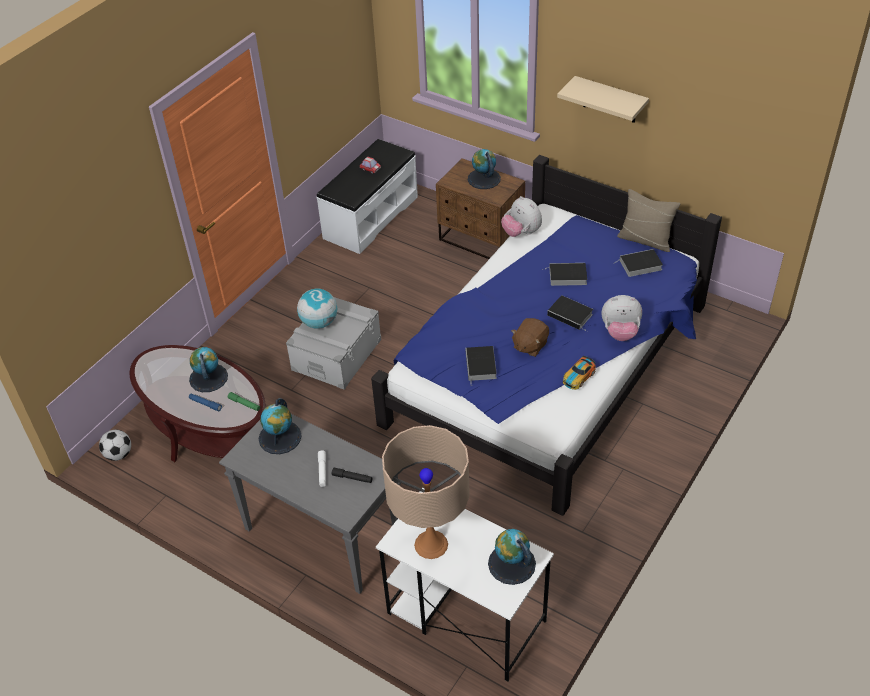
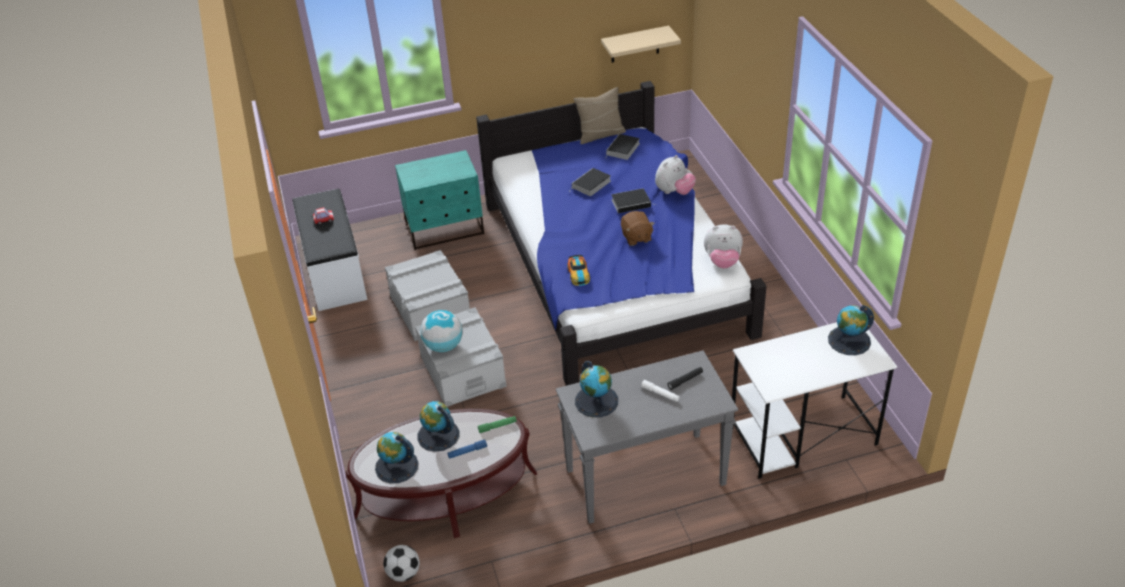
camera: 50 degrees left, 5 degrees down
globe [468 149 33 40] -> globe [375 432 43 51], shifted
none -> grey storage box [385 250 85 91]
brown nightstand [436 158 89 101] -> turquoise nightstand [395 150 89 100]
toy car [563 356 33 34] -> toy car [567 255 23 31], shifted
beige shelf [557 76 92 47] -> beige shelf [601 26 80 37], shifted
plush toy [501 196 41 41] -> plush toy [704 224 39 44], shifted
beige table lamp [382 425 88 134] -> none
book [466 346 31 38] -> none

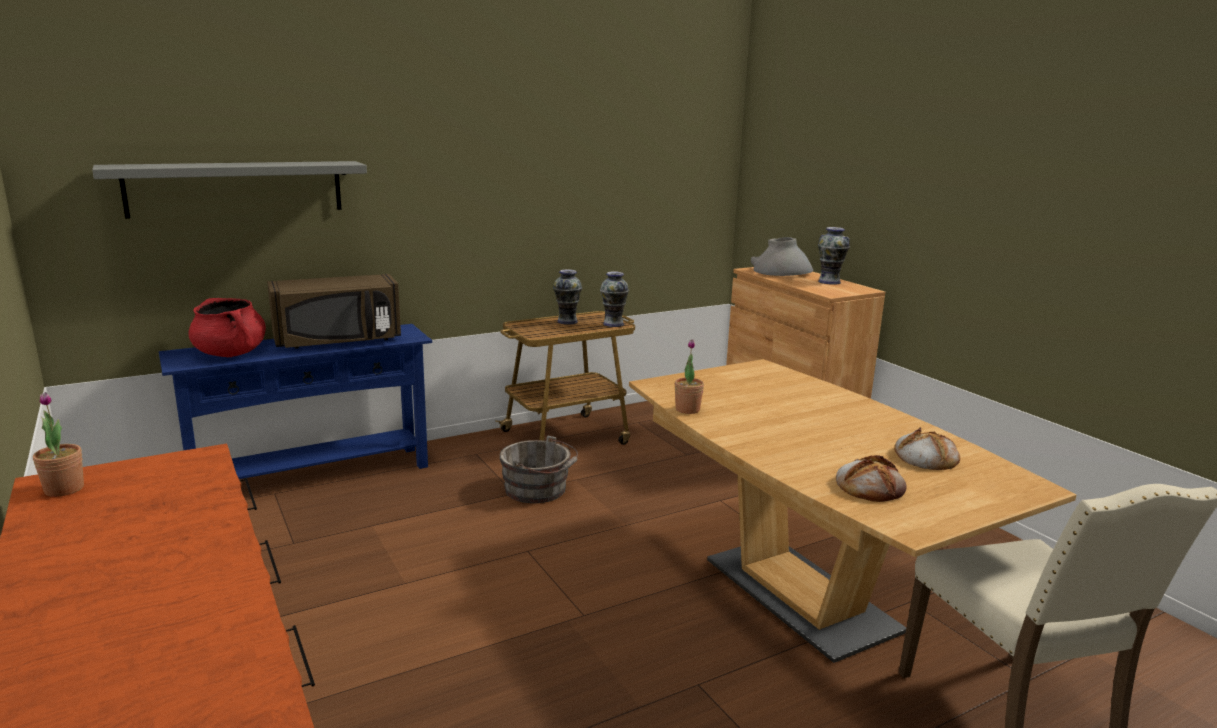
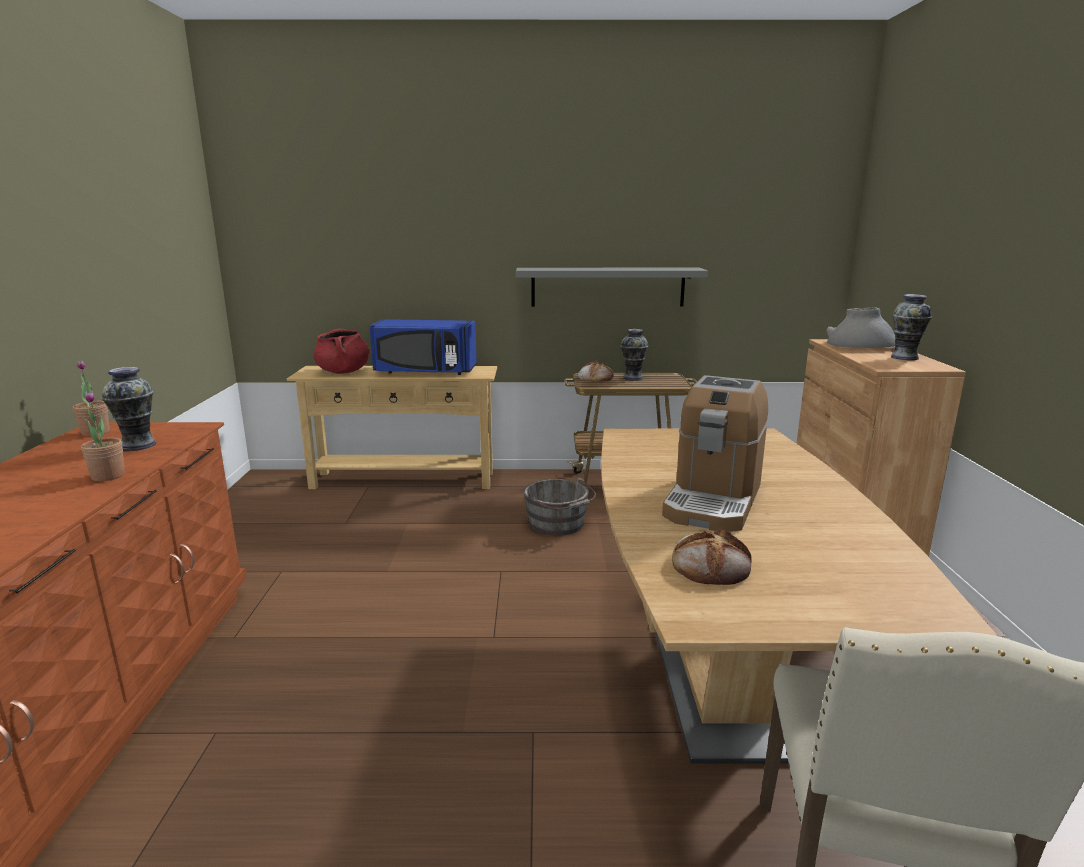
camera: 30 degrees right, 0 degrees up
potted plant [675 339 29 75] -> potted plant [81 391 44 90], shifted
vase [600 271 29 56] -> vase [102 367 54 84], shifted
blue console table [159 324 273 155] -> beige console table [286 366 211 123]
brown microwave [267 274 134 75] -> blue microwave [370 319 107 56]
grey shelf [92 161 275 58] -> grey shelf [516 268 192 39], shifted
bread [894 427 66 43] -> bread [578 360 36 22], shifted
none -> coffee machine [662 375 106 157]

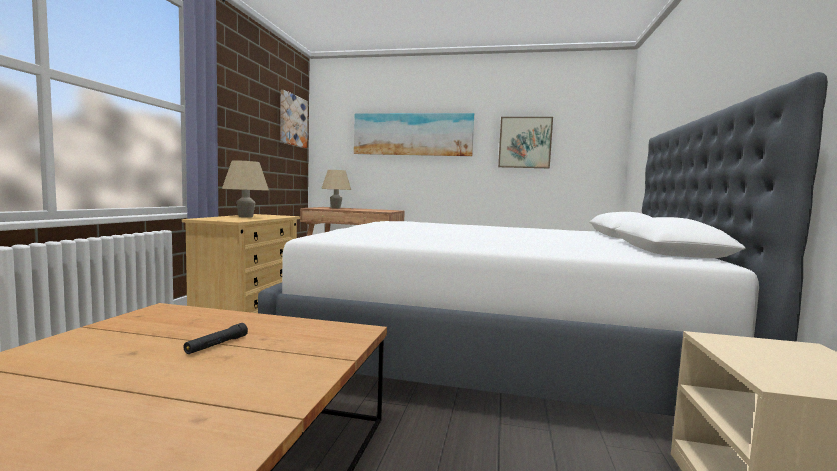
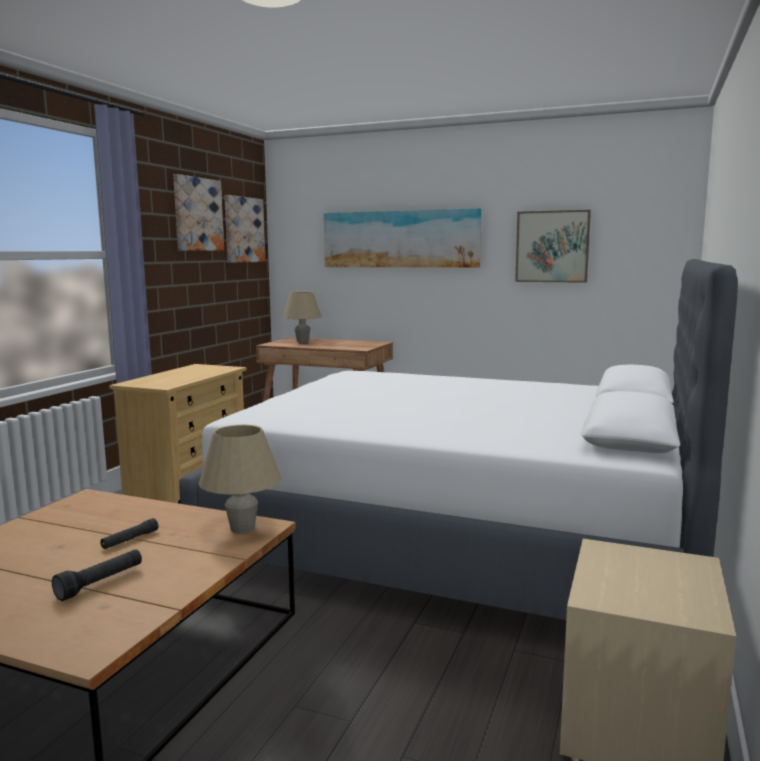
camera: 10 degrees right, 5 degrees up
none -> black flashlight [52 549 90 52]
none -> picture [173 174 51 77]
beige table lamp [222 160 47 58] -> beige table lamp [199 425 82 108], shifted

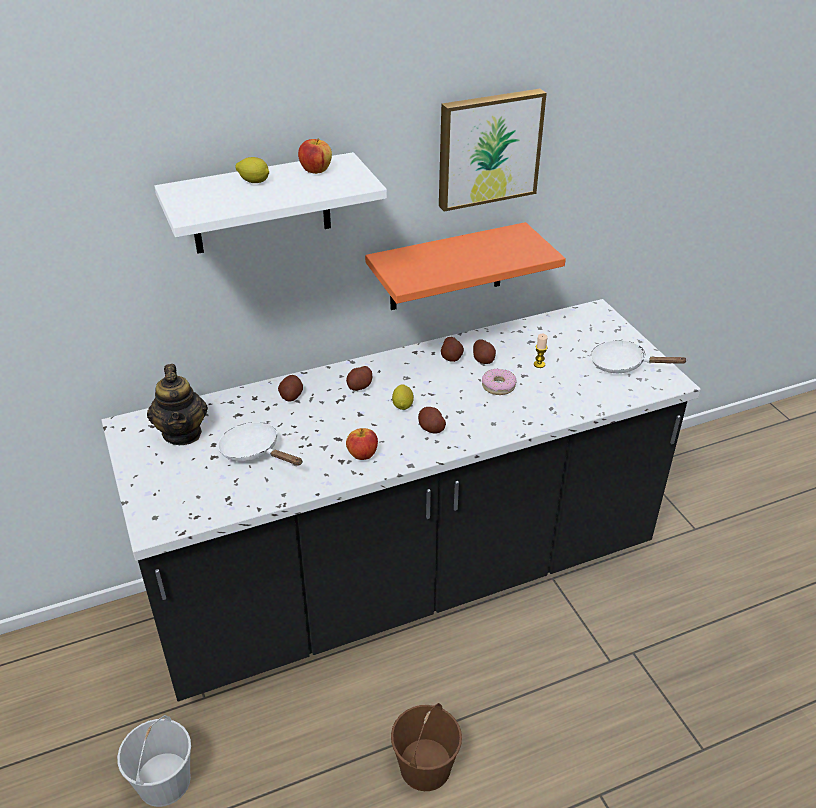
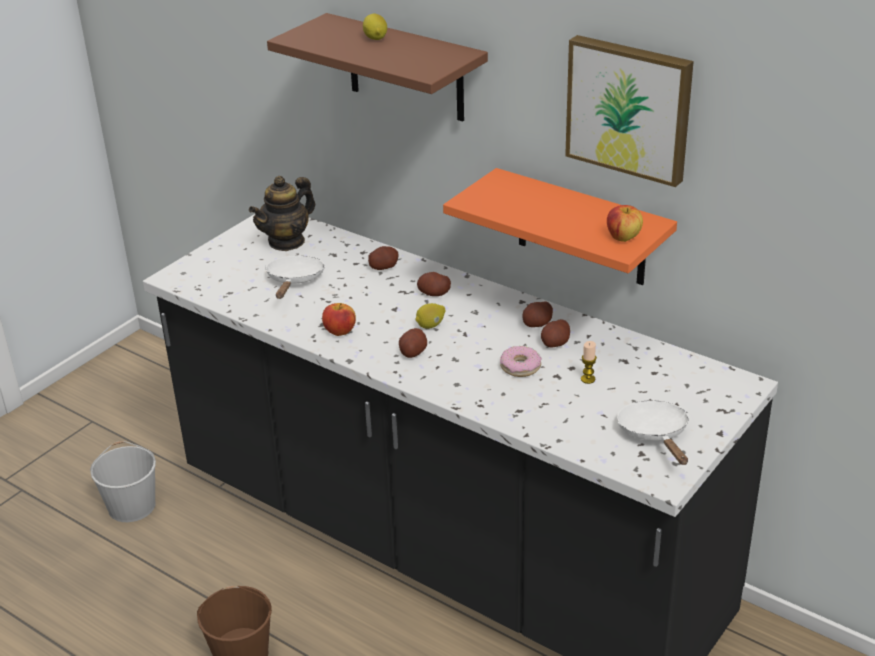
camera: 60 degrees right, 5 degrees down
white shelf [154 152 233 102] -> brown shelf [267 13 221 109]
apple [298 139 34 35] -> apple [607 205 36 37], shifted

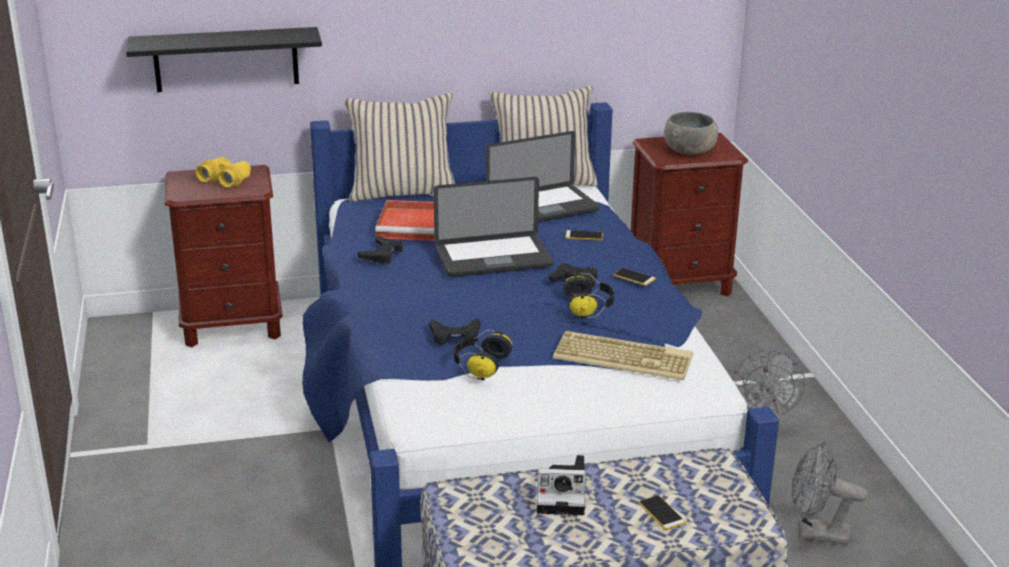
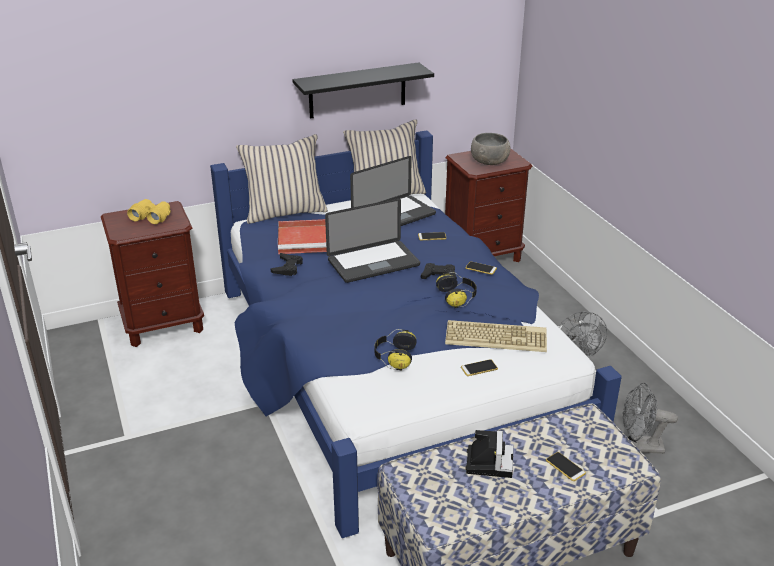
camera: 10 degrees left, 5 degrees up
black shelf [126 27 196 65] -> black shelf [292 62 142 57], shifted
none -> phone [461 359 37 17]
photo camera [537 455 49 60] -> photo camera [465 430 48 48], 75 degrees counterclockwise
black game controller [429 318 51 27] -> none

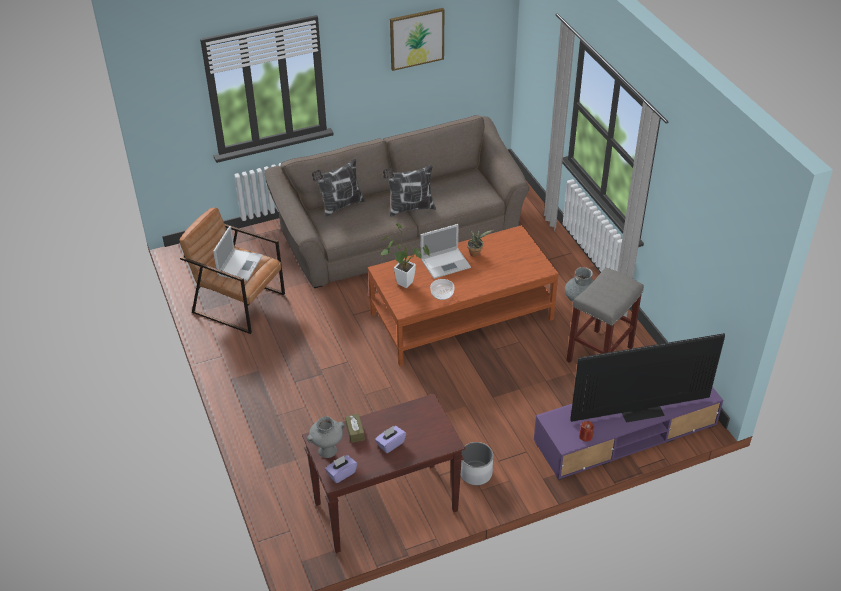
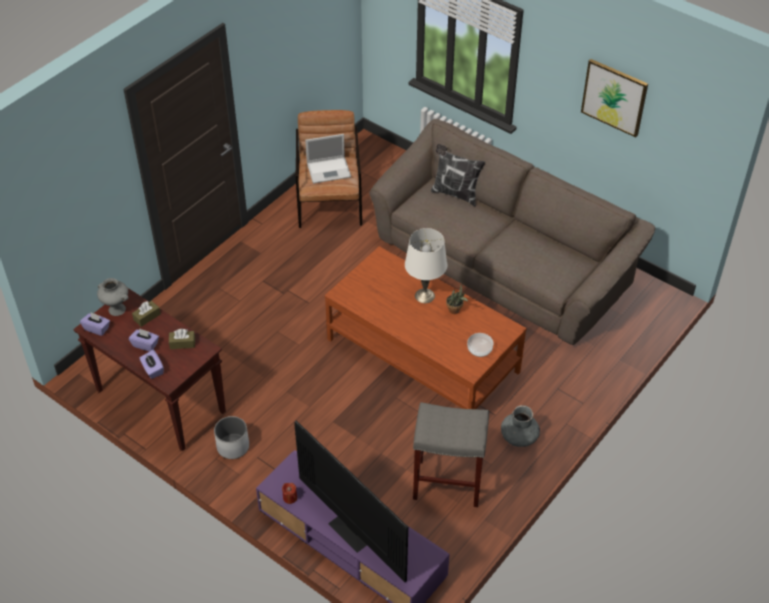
camera: 60 degrees right, 5 degrees up
none -> purple tissue box [140 350 24 29]
none -> brown tissue box [169 329 26 20]
laptop [421 224 50 55] -> white table lamp [405 228 42 75]
bowl [430 279 24 21] -> bowl [467 333 27 24], shifted
potted plant [380 223 50 65] -> none
pillow [383 165 53 52] -> none

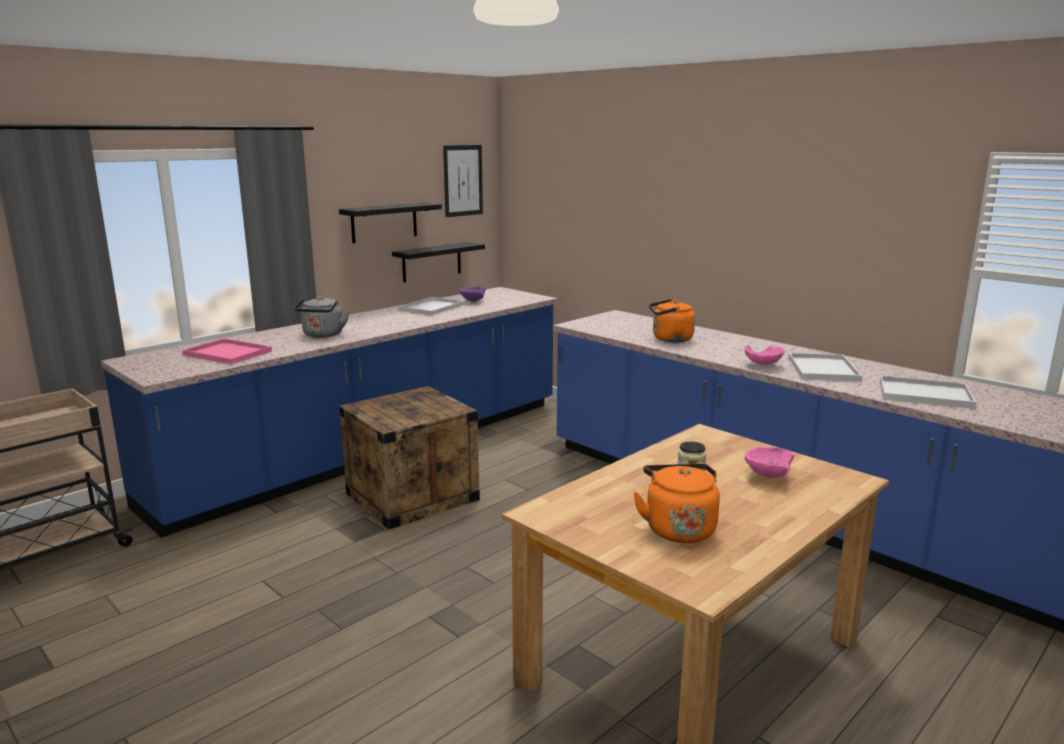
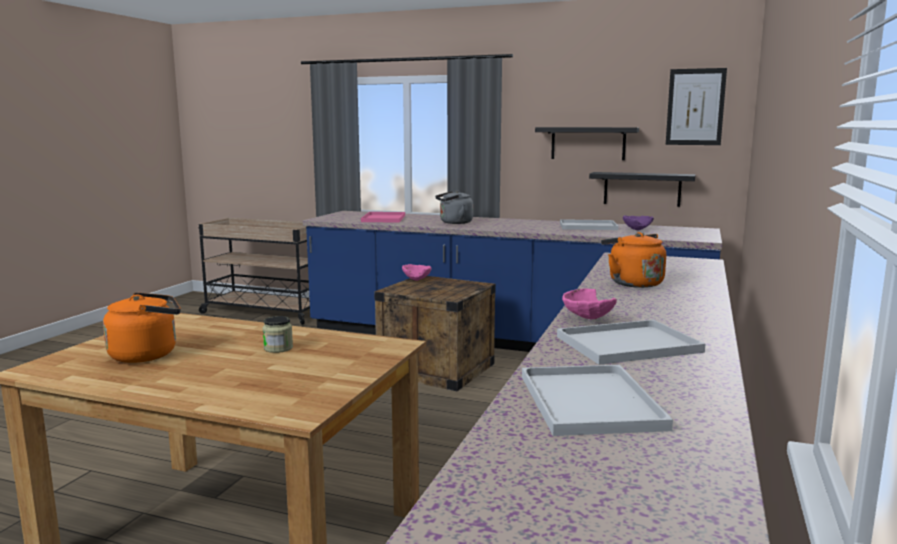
camera: 65 degrees right, 5 degrees down
pink bowl [745 447 49 31] -> pink bowl [402 264 30 17], shifted

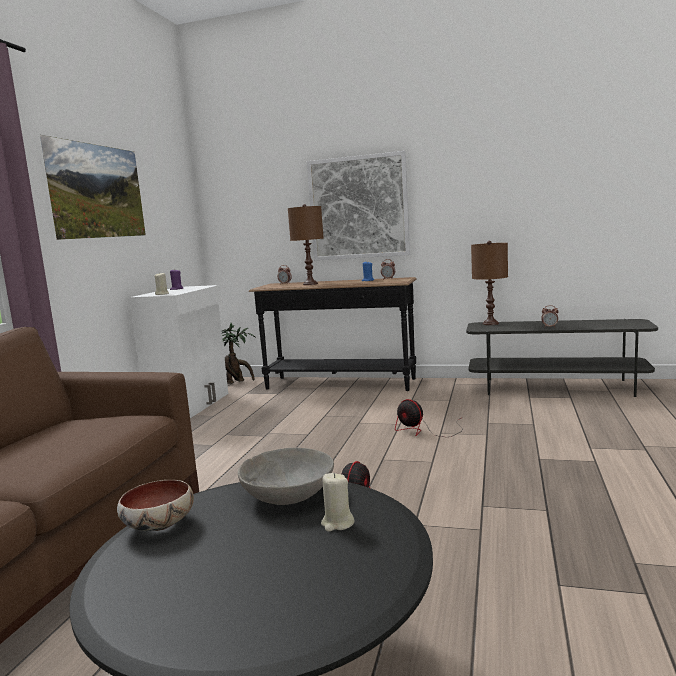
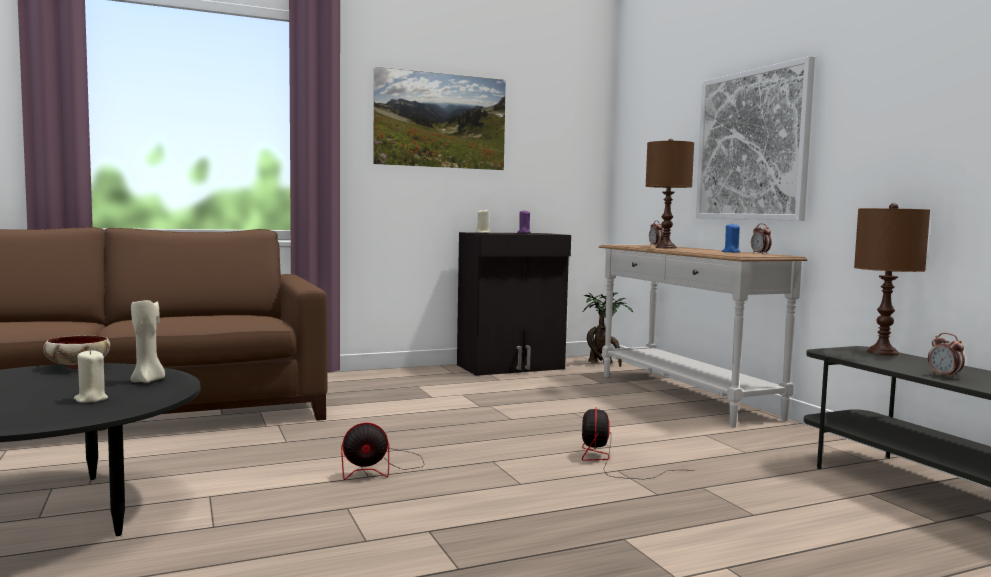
camera: 50 degrees right, 5 degrees down
grey bowl [238 448 96 57] -> beige candle [130 300 35 83]
white cabinet [129 285 99 133] -> black cabinet [457 232 114 144]
black console table [249 277 168 114] -> white console table [599 245 208 182]

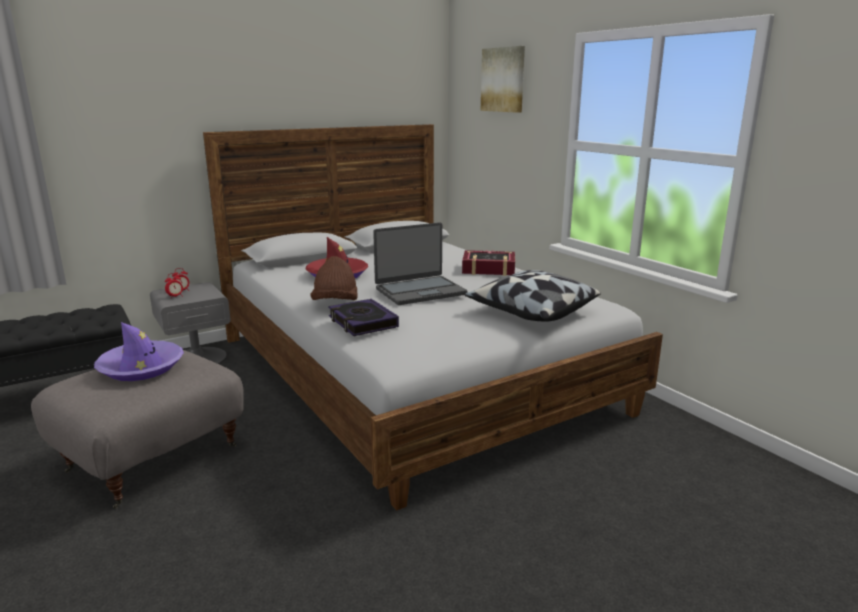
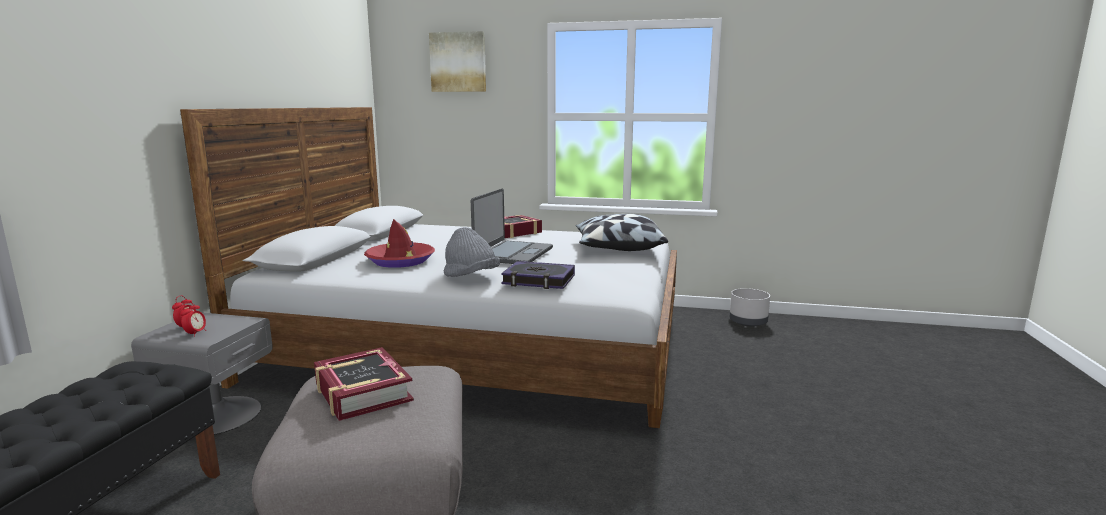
camera: 45 degrees left, 5 degrees down
purple hat [94 322 90 59] -> book [314 347 100 74]
brown hat [310 256 48 44] -> grey hat [443 227 57 50]
none -> grey planter [729 288 41 39]

